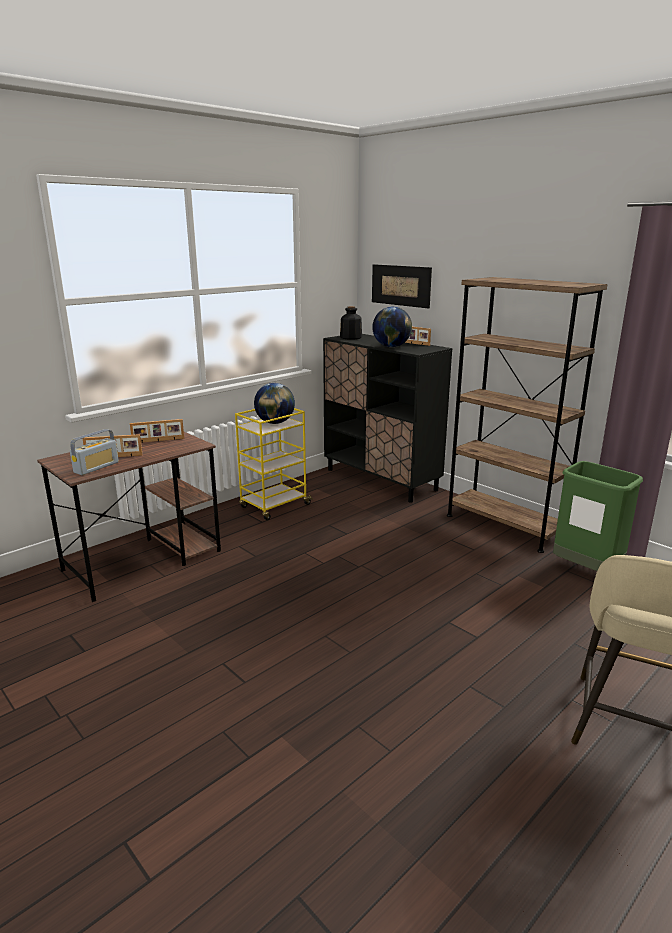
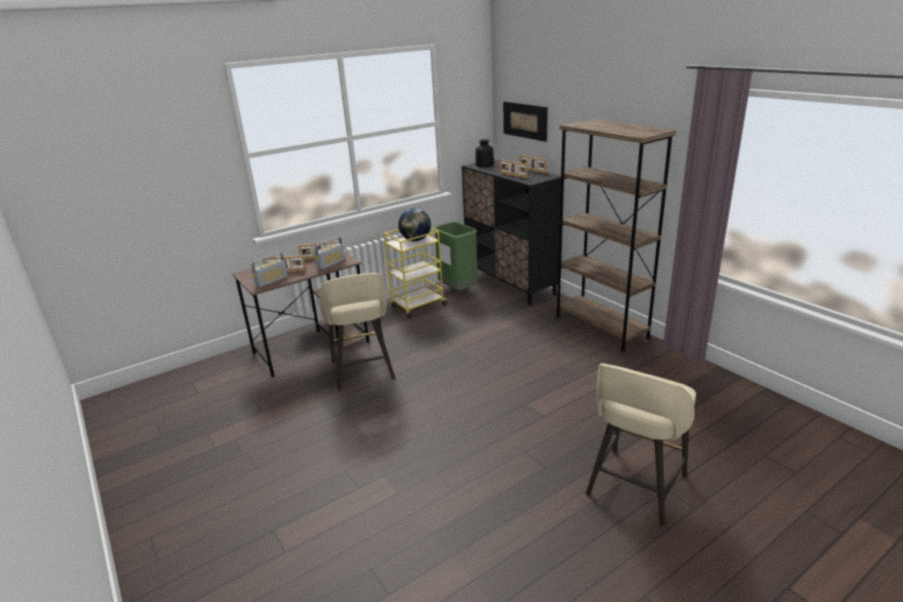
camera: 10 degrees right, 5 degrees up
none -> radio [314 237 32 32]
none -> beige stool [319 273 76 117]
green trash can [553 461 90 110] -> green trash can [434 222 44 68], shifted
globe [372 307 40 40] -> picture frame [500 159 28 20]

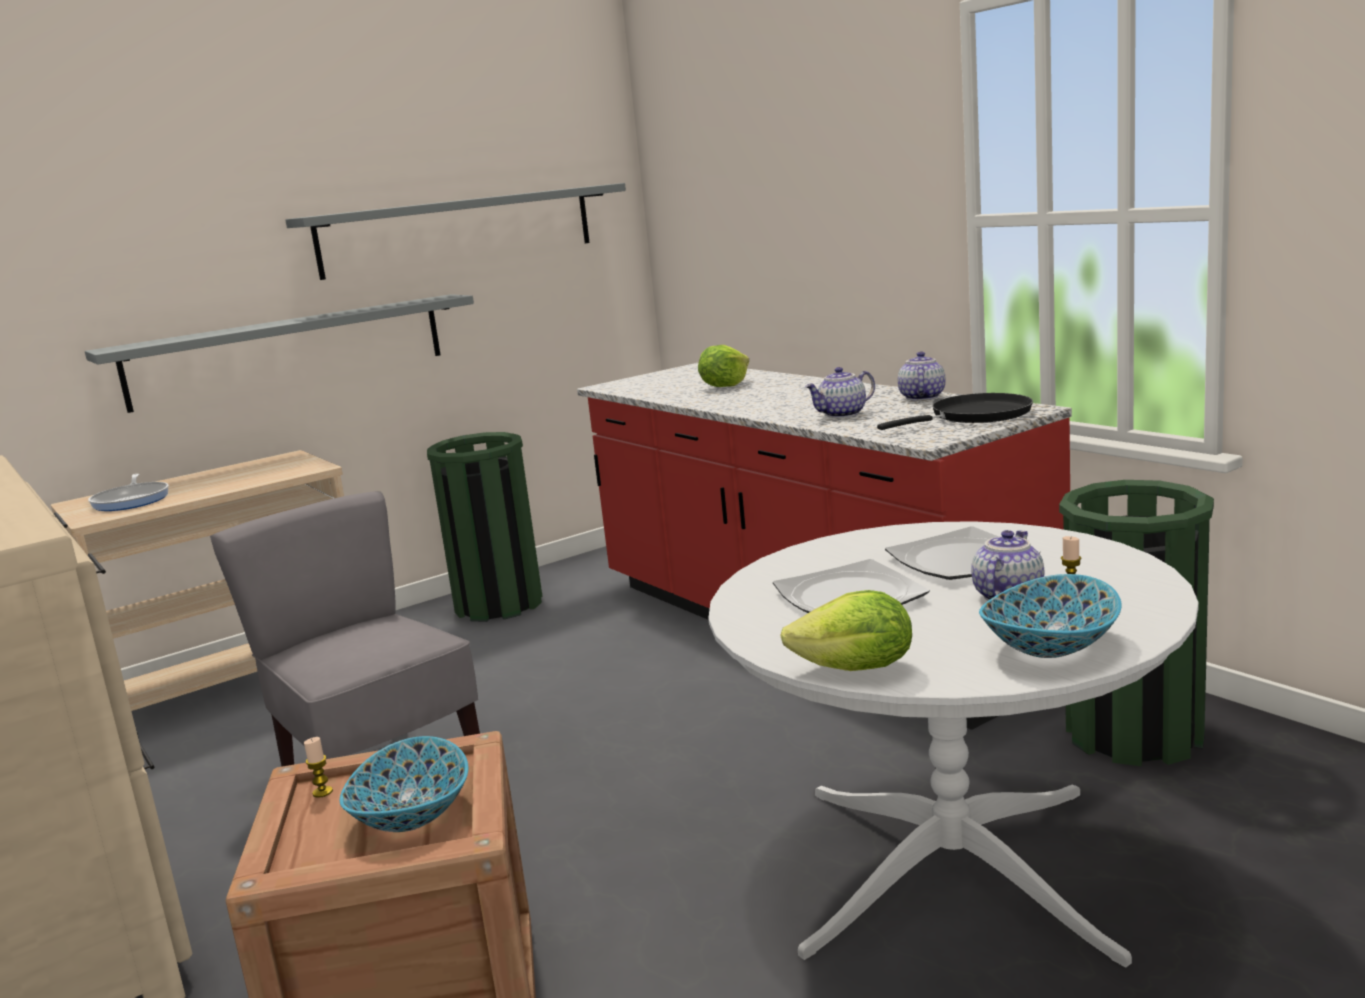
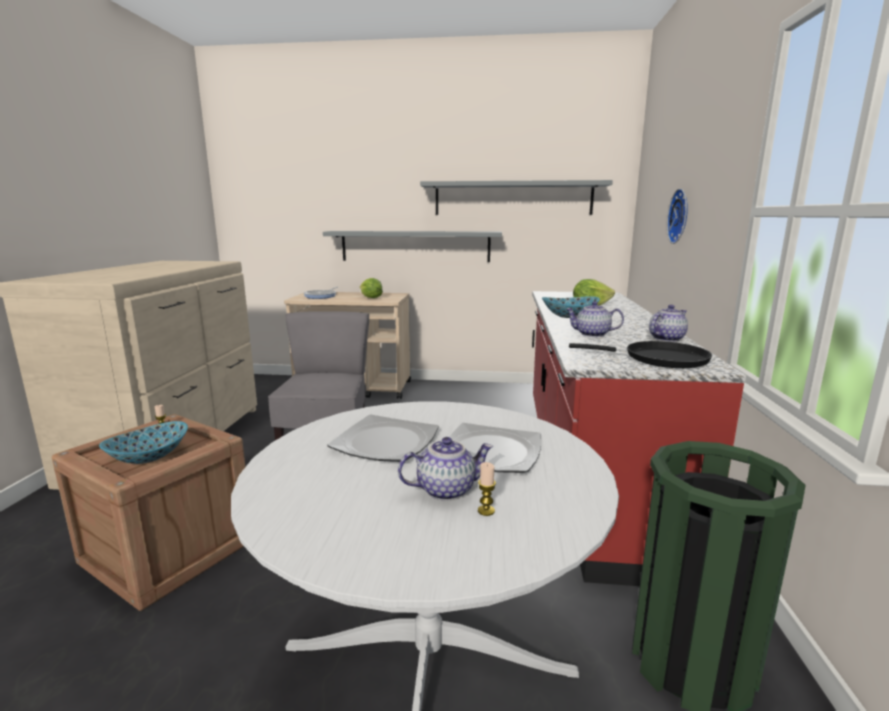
camera: 40 degrees right, 0 degrees up
lettuce [780 590 132 81] -> lettuce [360 278 23 20], shifted
bowl [979 574 143 84] -> bowl [542 296 58 22], shifted
none -> wall clock [667 189 21 55]
green trash can [427 432 116 190] -> none

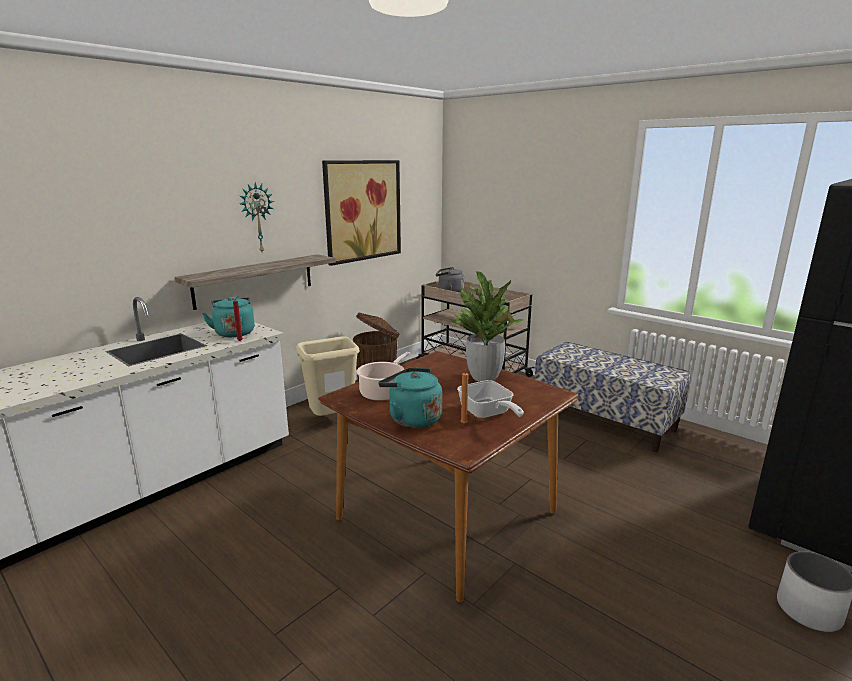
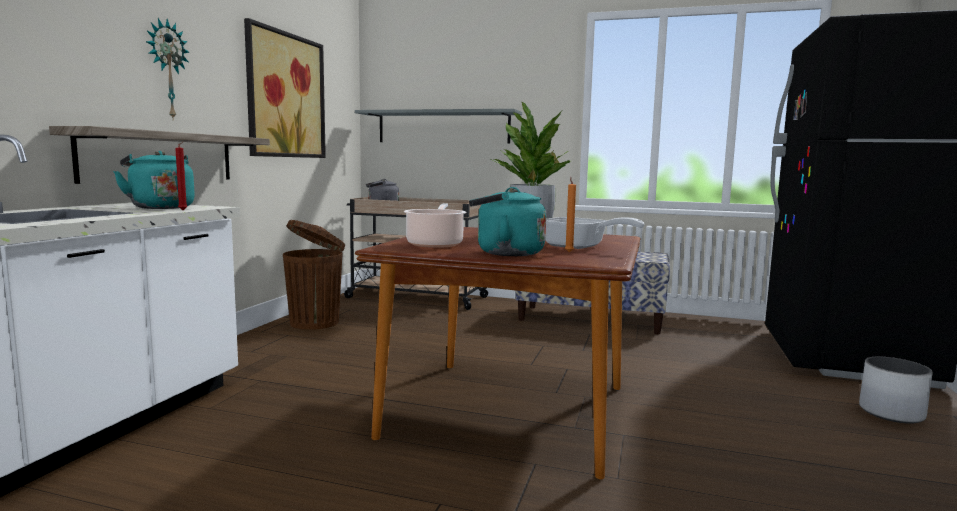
camera: 25 degrees left, 10 degrees down
none -> grey shelf [355 109 167 34]
beige trash can [296 336 64 80] -> none

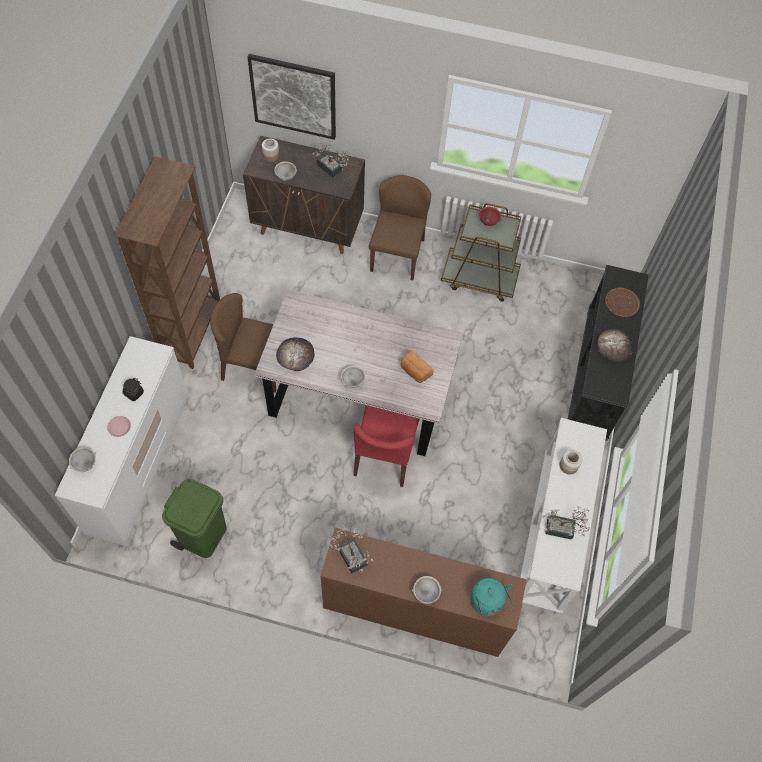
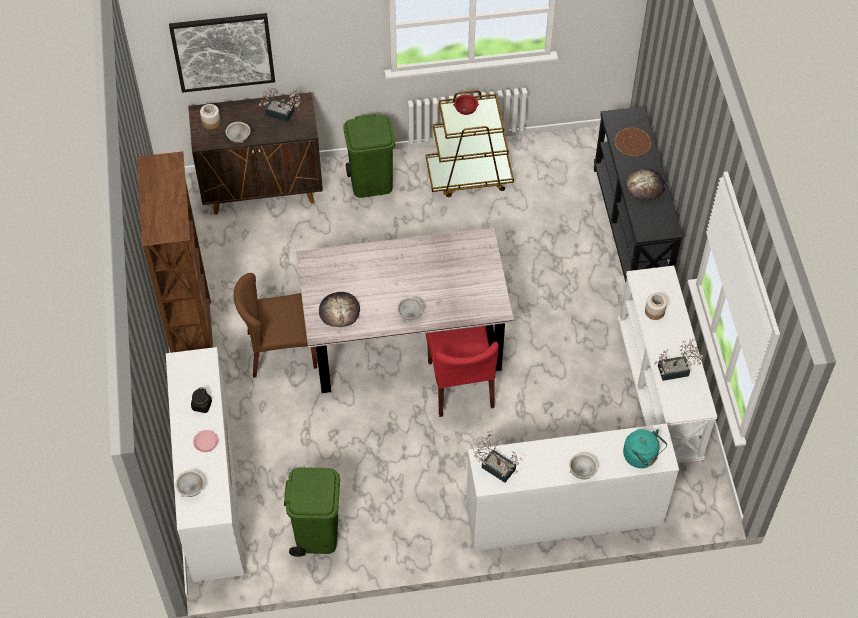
camera: 20 degrees left, 5 degrees down
brown chair [369 175 62 105] -> green trash can [343 114 52 84]
brown dresser [320 528 207 129] -> white dresser [466 423 213 128]
bread [400 350 34 33] -> none

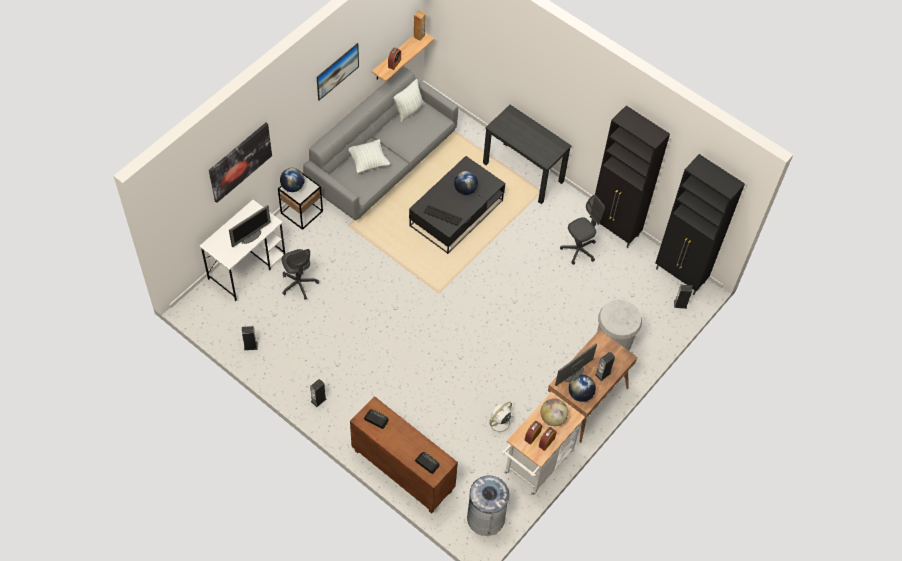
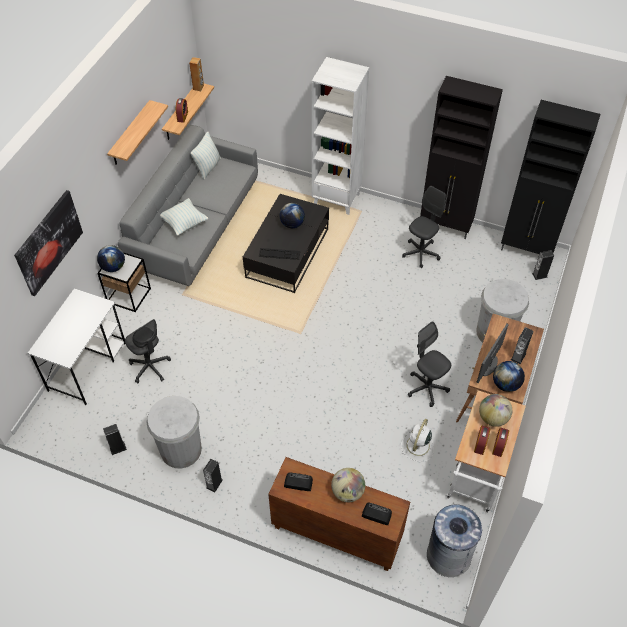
camera: 15 degrees left, 5 degrees down
picture [317 43 42 58] -> shelf [107 100 61 65]
none -> white trash can [147 396 55 73]
black desk [483 105 89 99] -> white bookcase [312 57 57 158]
none -> globe [331 468 34 34]
none -> grey office chair [408 321 43 86]
monitor [229 205 42 42] -> none

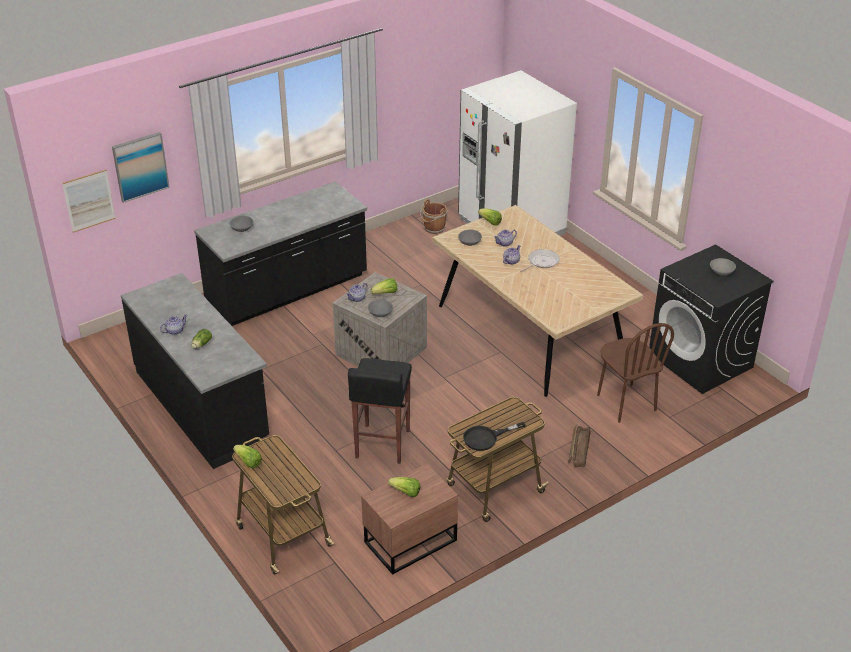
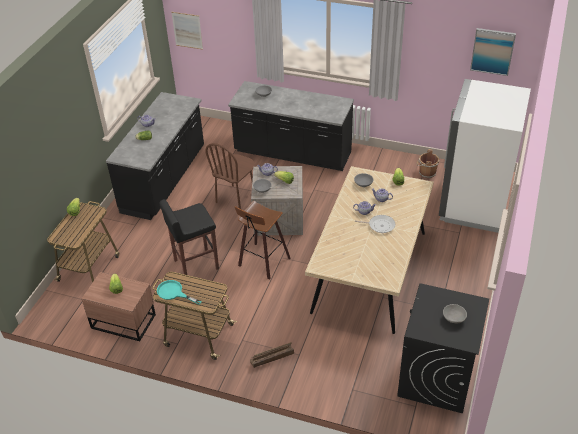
camera: 55 degrees right, 5 degrees up
black frying pan [463 422 62 29] -> turquoise frying pan [157 280 45 25]
brown chair [597 323 77 100] -> brown chair [205 143 49 66], shifted
none -> stool [235 201 56 79]
picture [112 132 58 71] -> picture [470 28 46 48], shifted

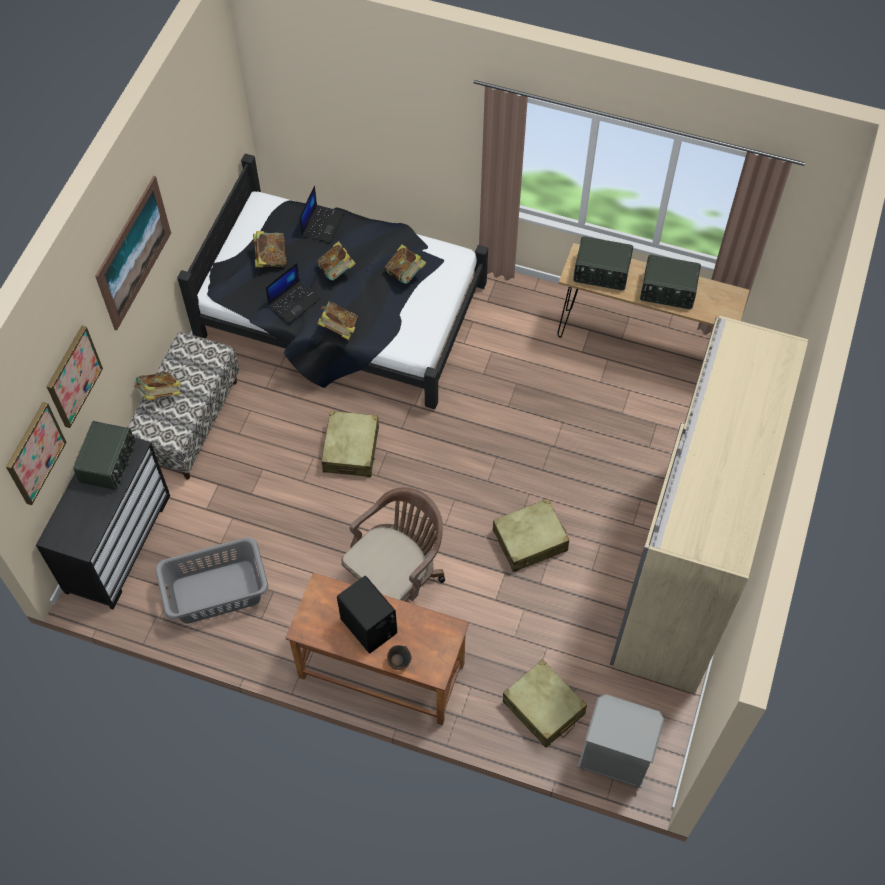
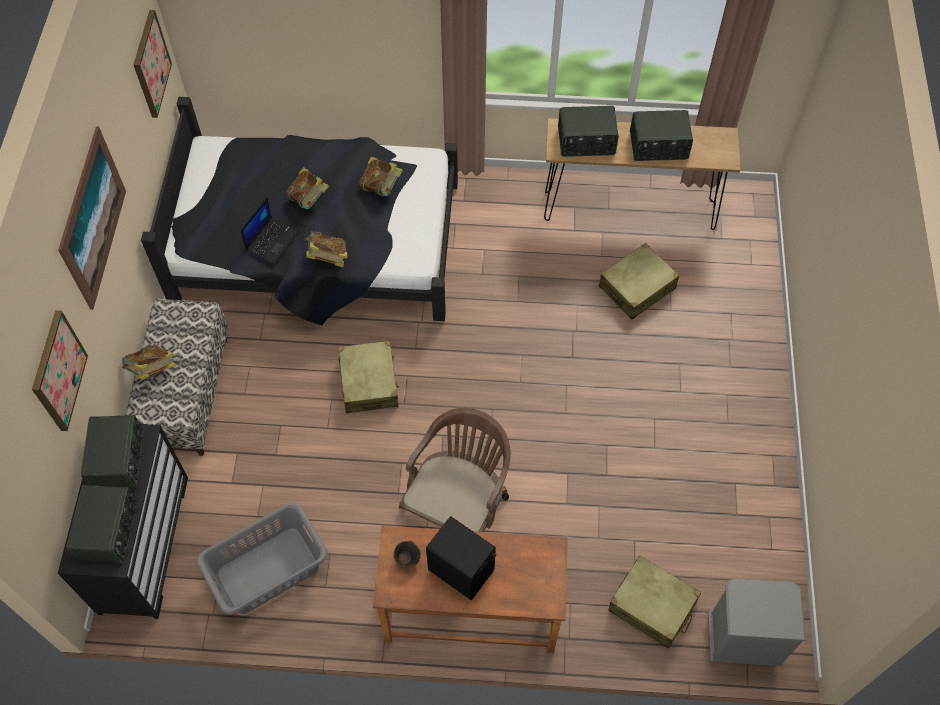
camera: 15 degrees left, 0 degrees up
none -> radio [66 485 71 78]
picture [6 402 61 103] -> picture [134 10 38 108], shifted
brown bowl [387 645 25 25] -> brown bowl [394 541 27 28], shifted
beige suitcase [493 498 76 74] -> beige suitcase [599 243 80 77], shifted
book [253 231 34 37] -> none
laptop [300 186 44 57] -> none
beige wardrobe [610 315 198 379] -> none

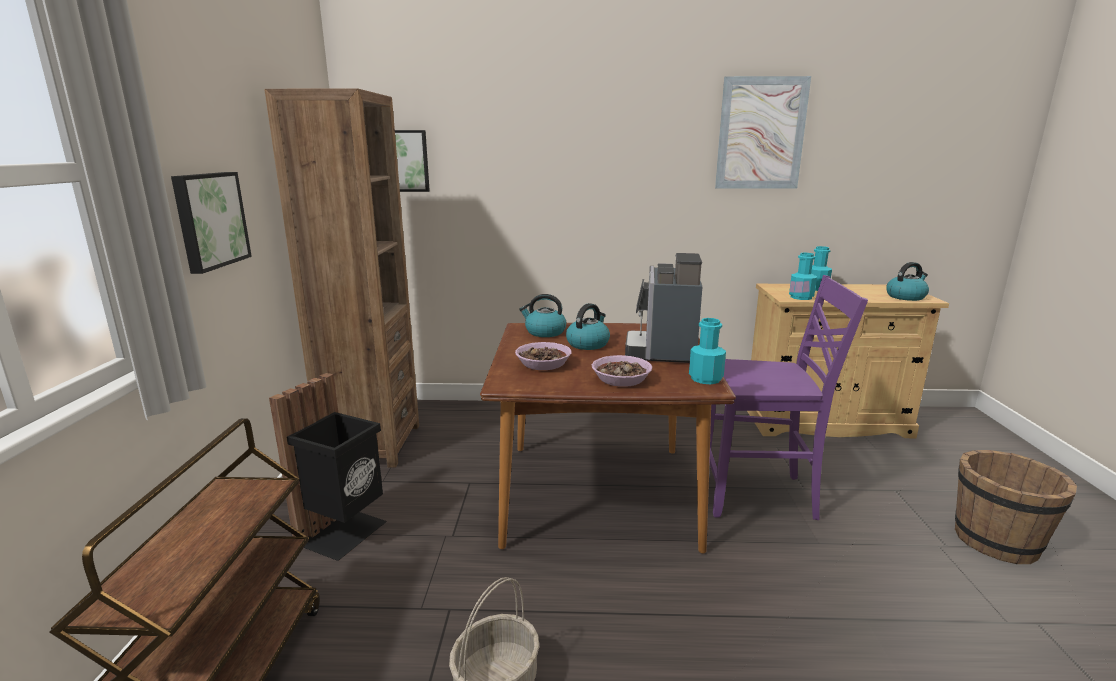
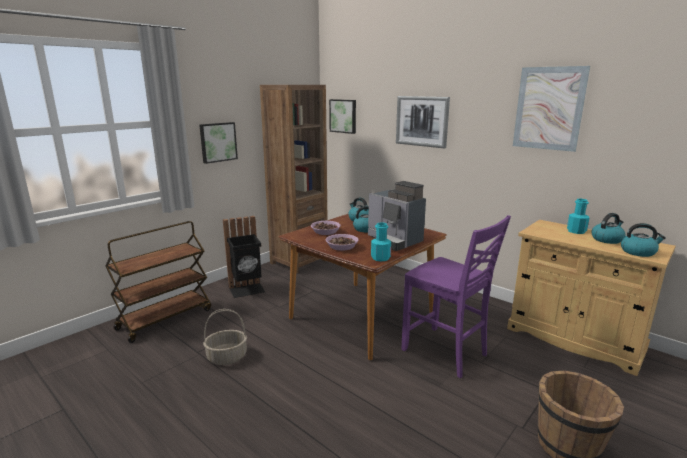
camera: 40 degrees right, 0 degrees up
coffee machine [625 253 77 110] -> coffee machine [368 181 58 70], 90 degrees counterclockwise
none -> picture [396 96 54 52]
none -> kettle [592 213 34 31]
turquoise bottle [789 253 28 47] -> none

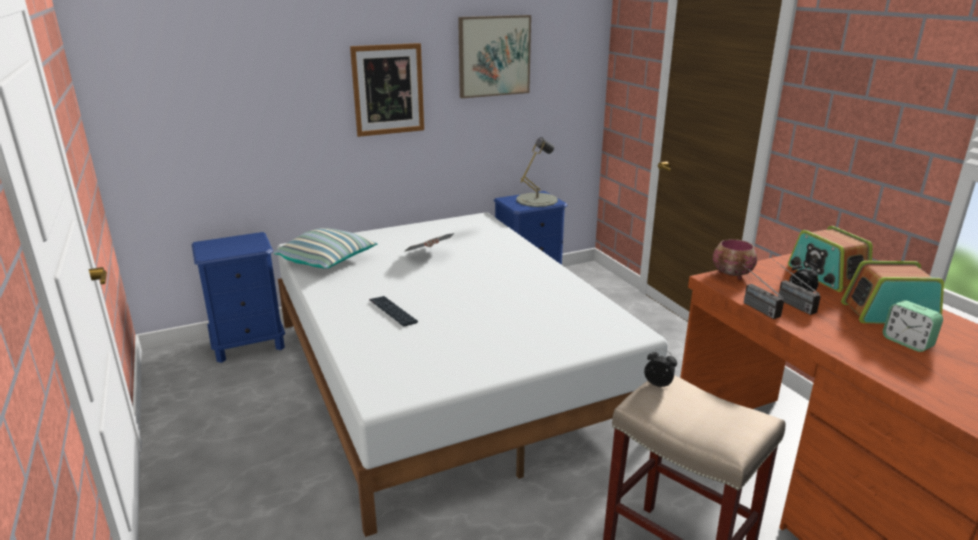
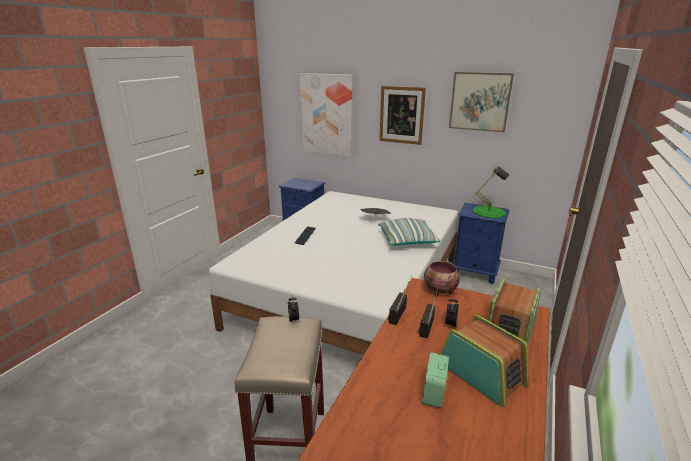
camera: 50 degrees right, 0 degrees up
none -> picture [299 73 53 84]
pillow [274 228 104 40] -> pillow [378 218 63 27], shifted
grey table lamp [516 137 42 70] -> green table lamp [473 166 36 52]

